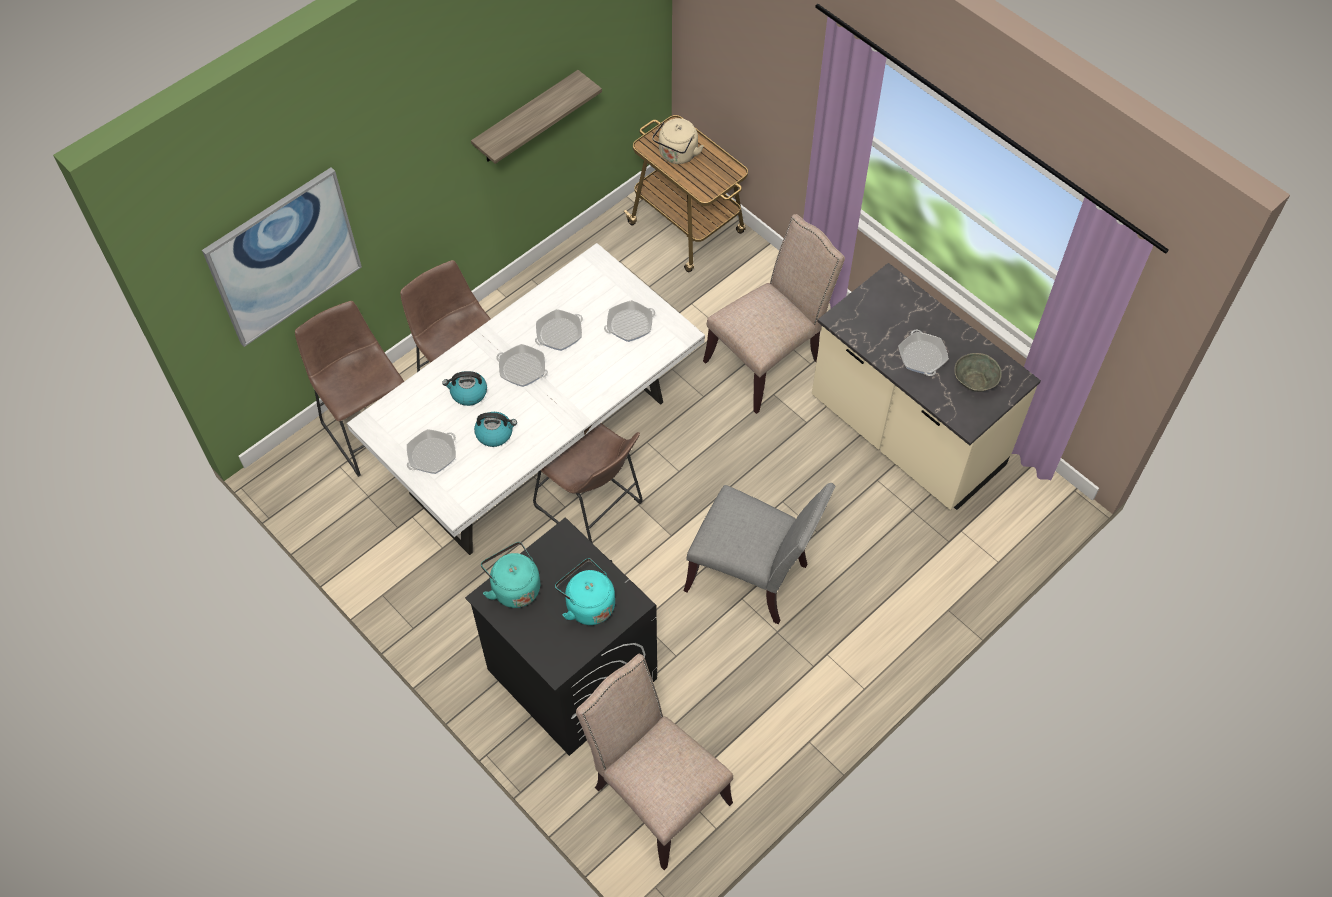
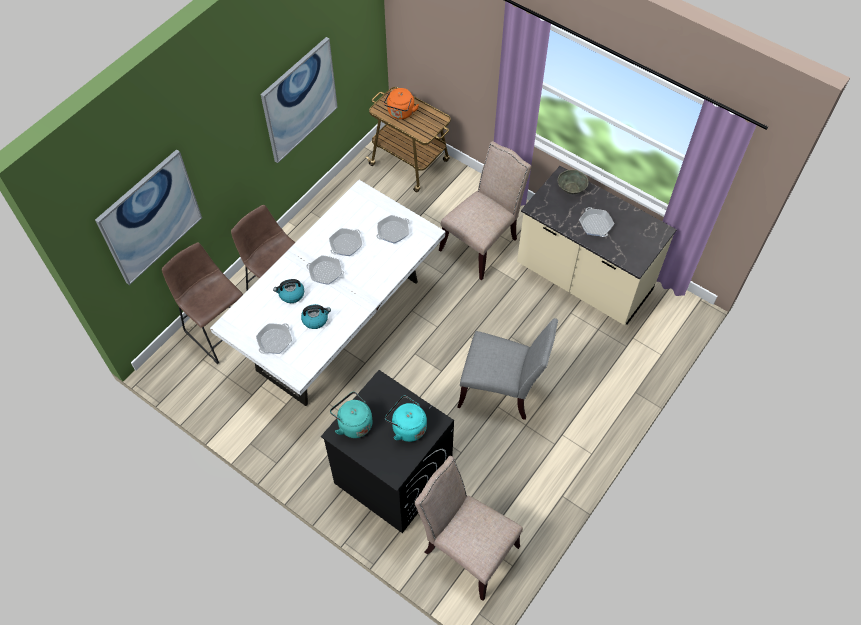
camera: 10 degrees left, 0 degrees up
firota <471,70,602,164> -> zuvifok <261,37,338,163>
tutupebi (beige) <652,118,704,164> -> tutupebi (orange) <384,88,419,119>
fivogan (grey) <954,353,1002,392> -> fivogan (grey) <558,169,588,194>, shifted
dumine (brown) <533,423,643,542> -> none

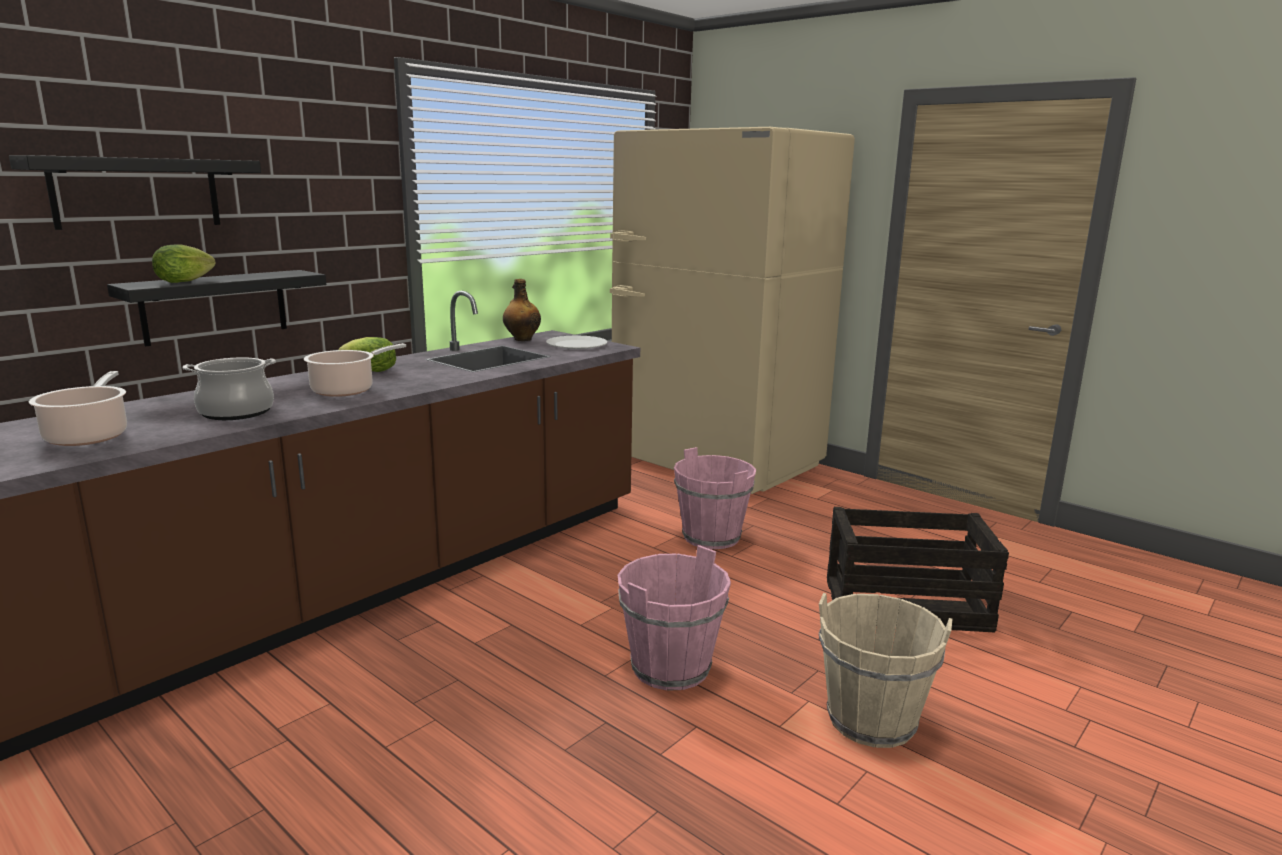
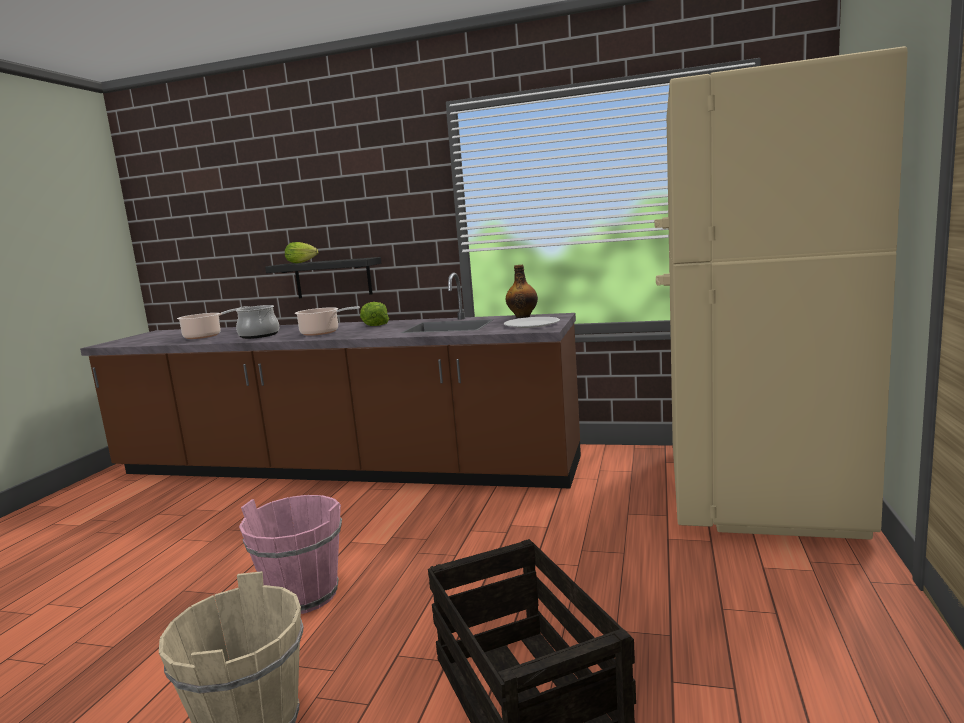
camera: 65 degrees right, 5 degrees down
firota (black) <9,155,261,230> -> none
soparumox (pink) <674,447,756,549> -> none

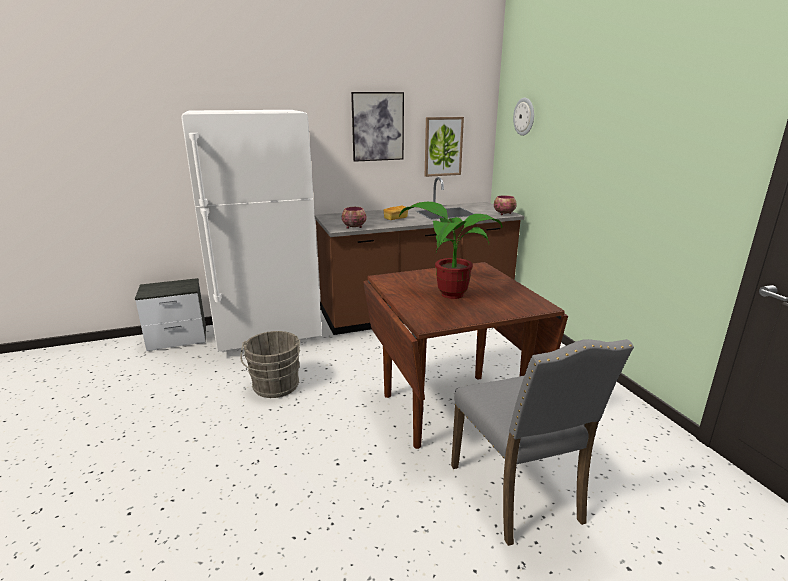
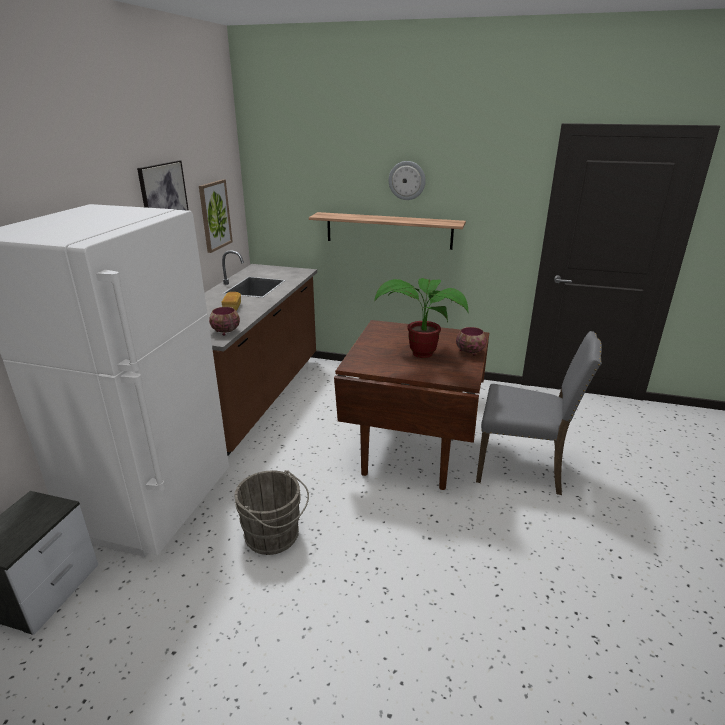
camera: 55 degrees left, 5 degrees up
none -> firota <309,212,466,250>
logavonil <513,98,534,136> -> logavonil <389,161,426,200>, shifted
fivogan <494,195,517,215> -> fivogan <456,327,487,356>, shifted

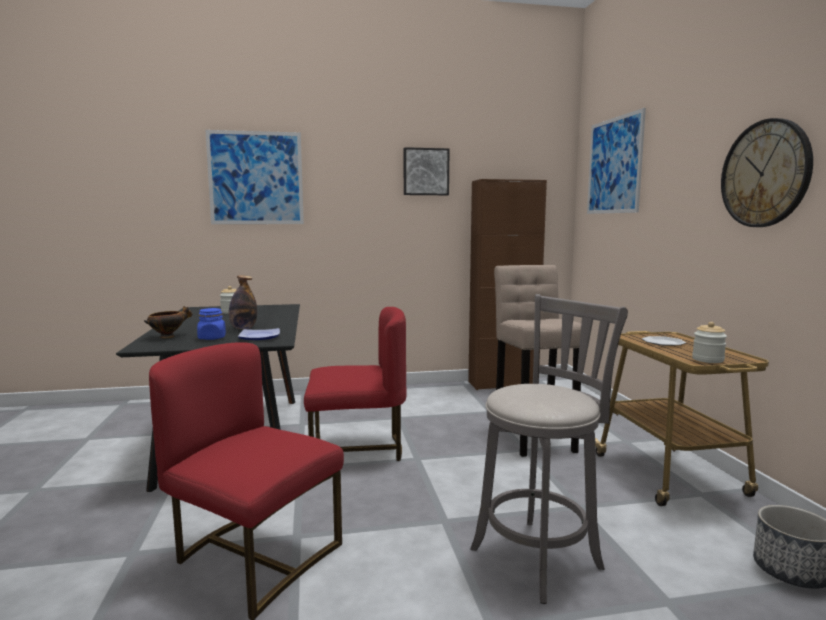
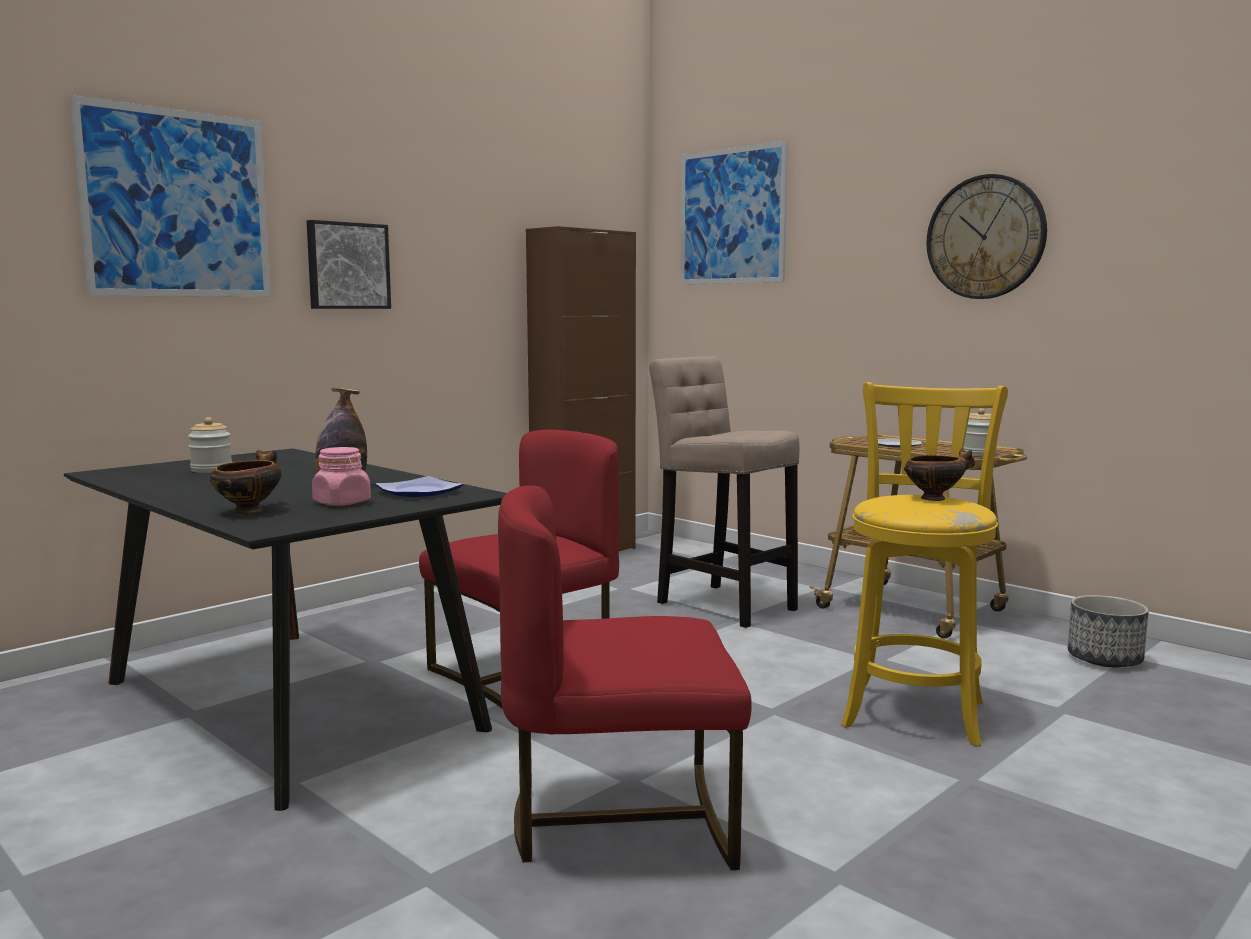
camera: 35 degrees left, 0 degrees up
zuvifok <404,147,449,195> -> zuvifok <307,220,391,309>, shifted
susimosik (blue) <197,308,226,340> -> susimosik (pink) <312,447,371,506>
dumine (grey) <470,294,628,604> -> dumine (yellow) <841,382,1008,747>
none -> fivogan <904,448,975,501>

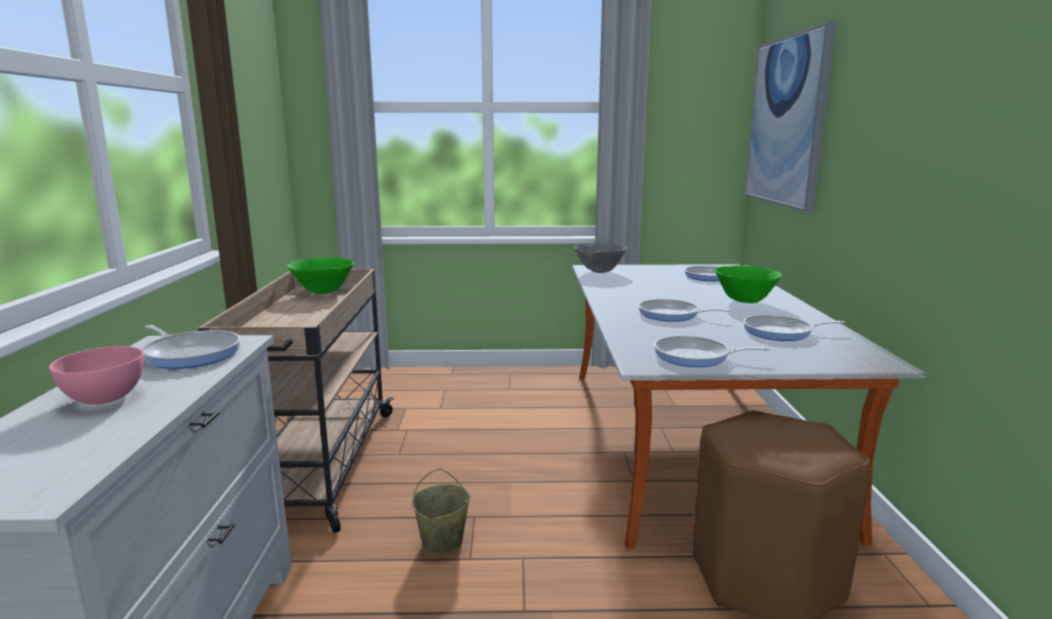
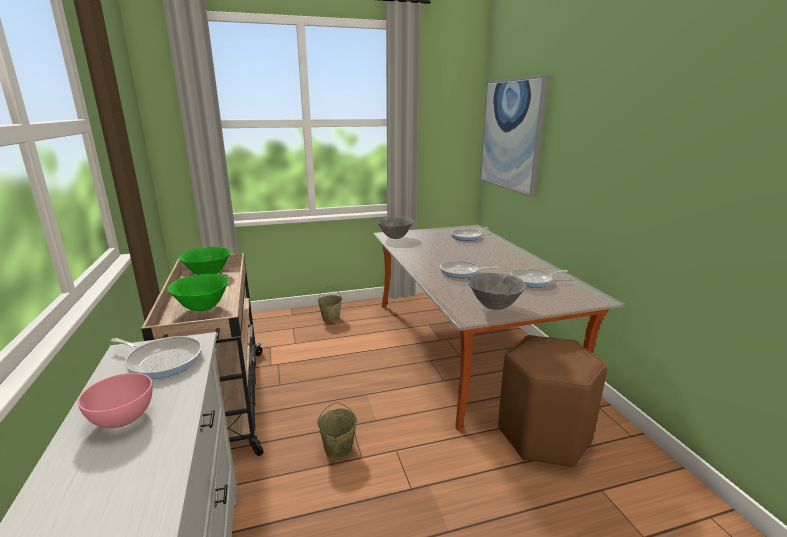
camera: 15 degrees left, 5 degrees up
fivogan (green) <714,266,782,303> -> fivogan (green) <167,274,229,311>, shifted
none -> soparumox (beige) <318,286,342,323>
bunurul <654,336,769,367> -> fivogan (grey) <468,273,526,310>

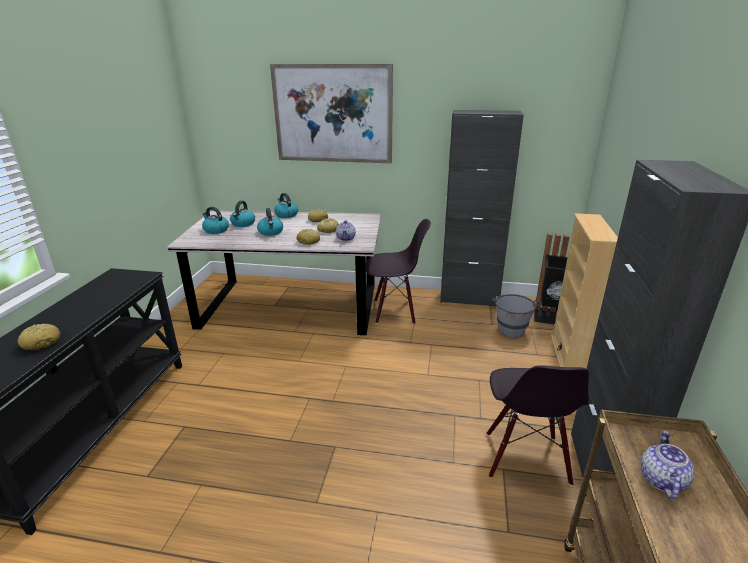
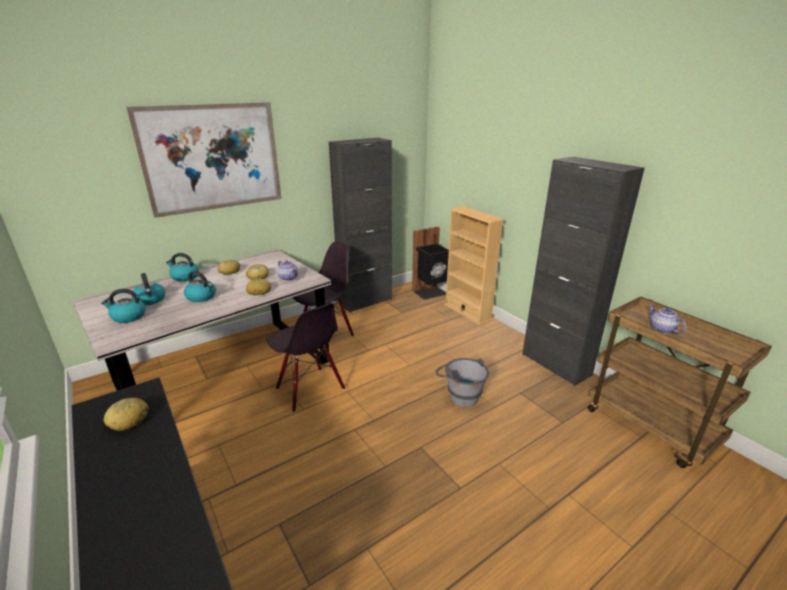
camera: 45 degrees left, 0 degrees up
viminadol <18,324,60,350> -> viminadol <103,398,149,431>, shifted
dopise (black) <486,366,589,486> -> dopise (black) <266,303,345,413>, shifted
soparumox (grey) <492,294,537,338> -> soparumox (grey) <435,358,489,408>, shifted

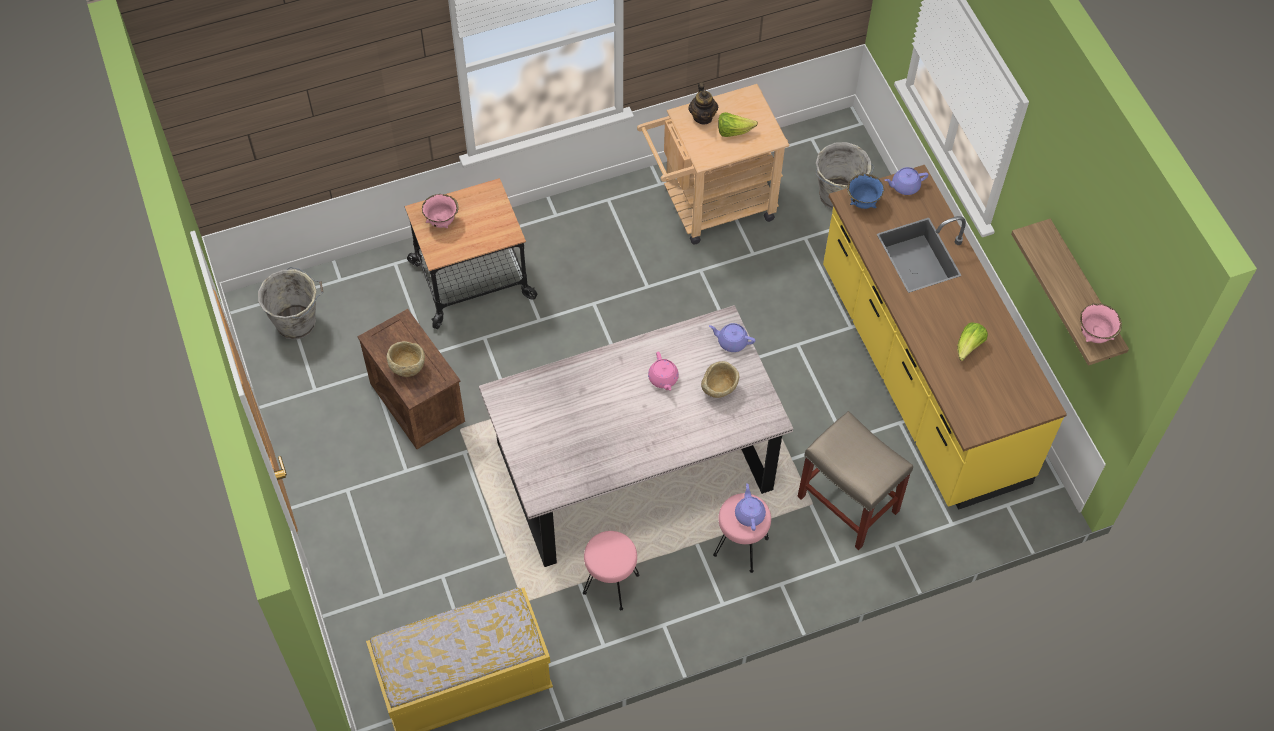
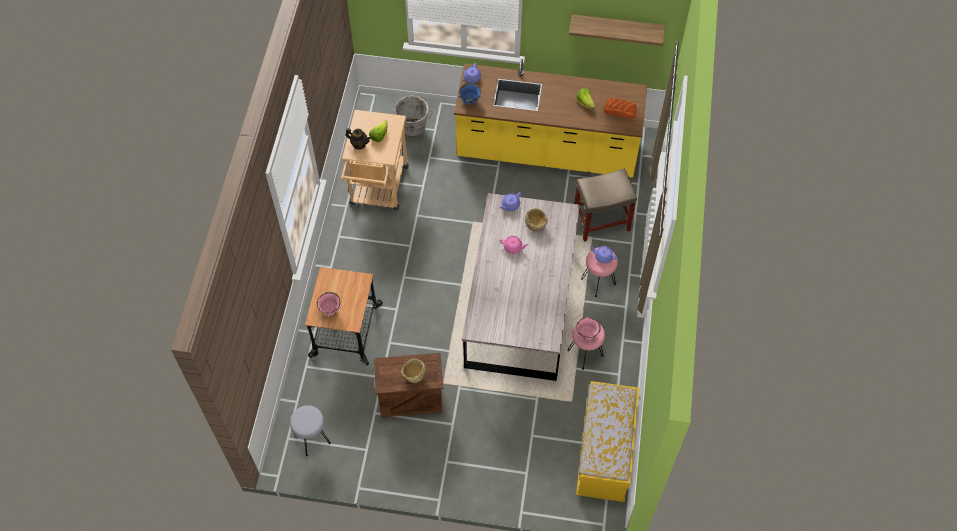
camera: 60 degrees left, 0 degrees up
soparumox (grey) <258,267,323,340> -> dumine (grey) <290,405,331,456>
fivogan (pink) <1080,303,1122,343> -> fivogan (pink) <576,317,601,341>, shifted
none -> viminadol <604,98,637,119>

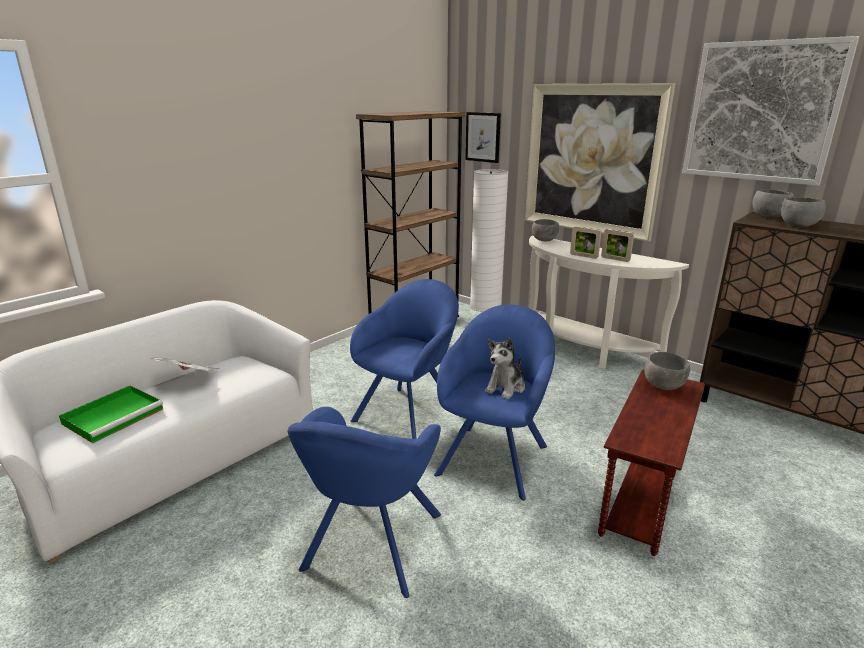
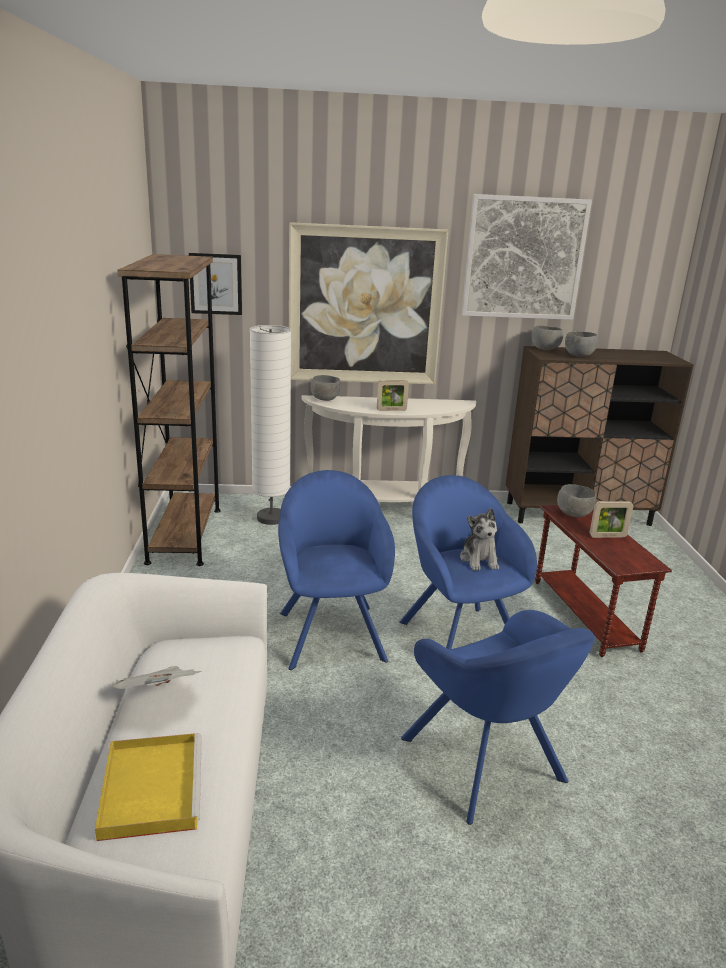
camera: 45 degrees left, 0 degrees up
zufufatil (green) <59,386,163,443> -> zufufatil (yellow) <95,733,202,841>
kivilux <601,229,634,262> -> kivilux <589,501,633,538>, shifted

